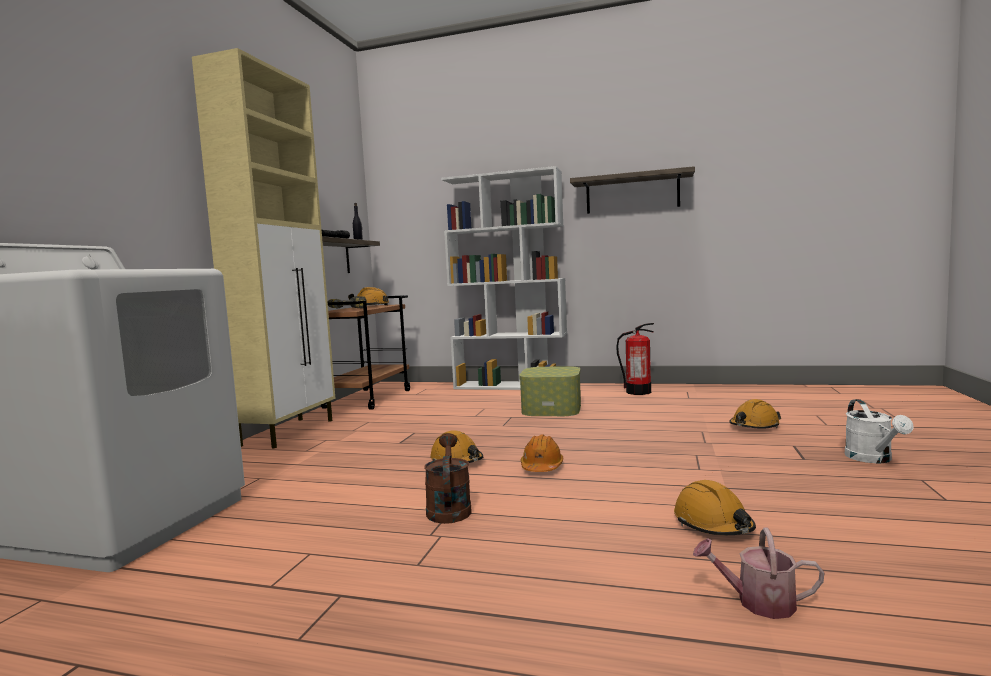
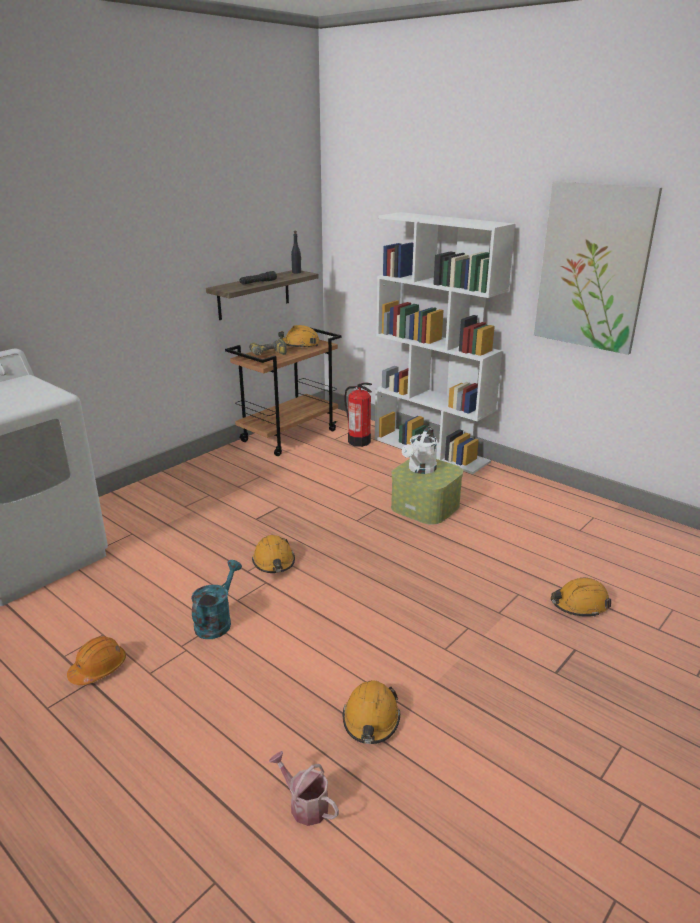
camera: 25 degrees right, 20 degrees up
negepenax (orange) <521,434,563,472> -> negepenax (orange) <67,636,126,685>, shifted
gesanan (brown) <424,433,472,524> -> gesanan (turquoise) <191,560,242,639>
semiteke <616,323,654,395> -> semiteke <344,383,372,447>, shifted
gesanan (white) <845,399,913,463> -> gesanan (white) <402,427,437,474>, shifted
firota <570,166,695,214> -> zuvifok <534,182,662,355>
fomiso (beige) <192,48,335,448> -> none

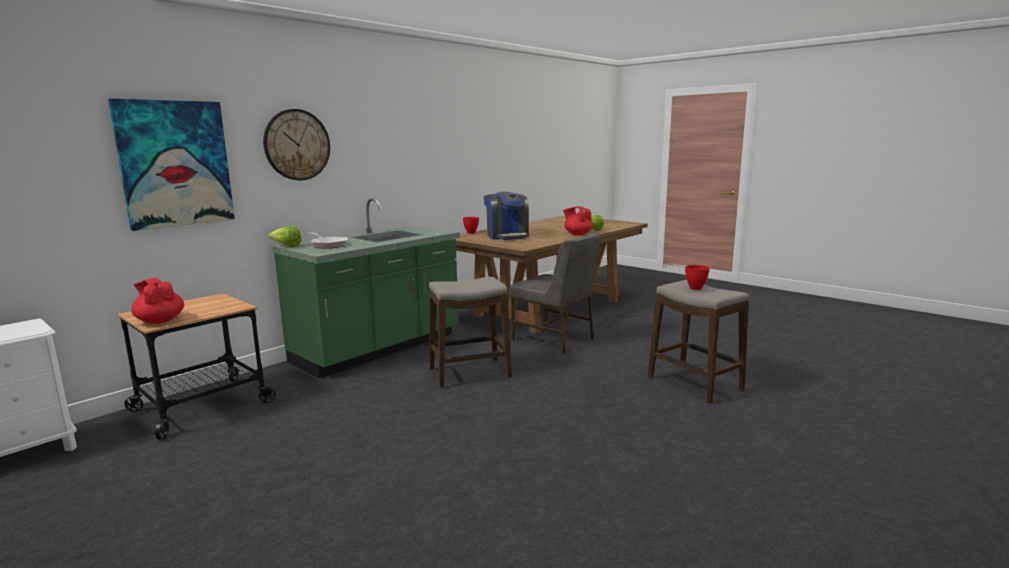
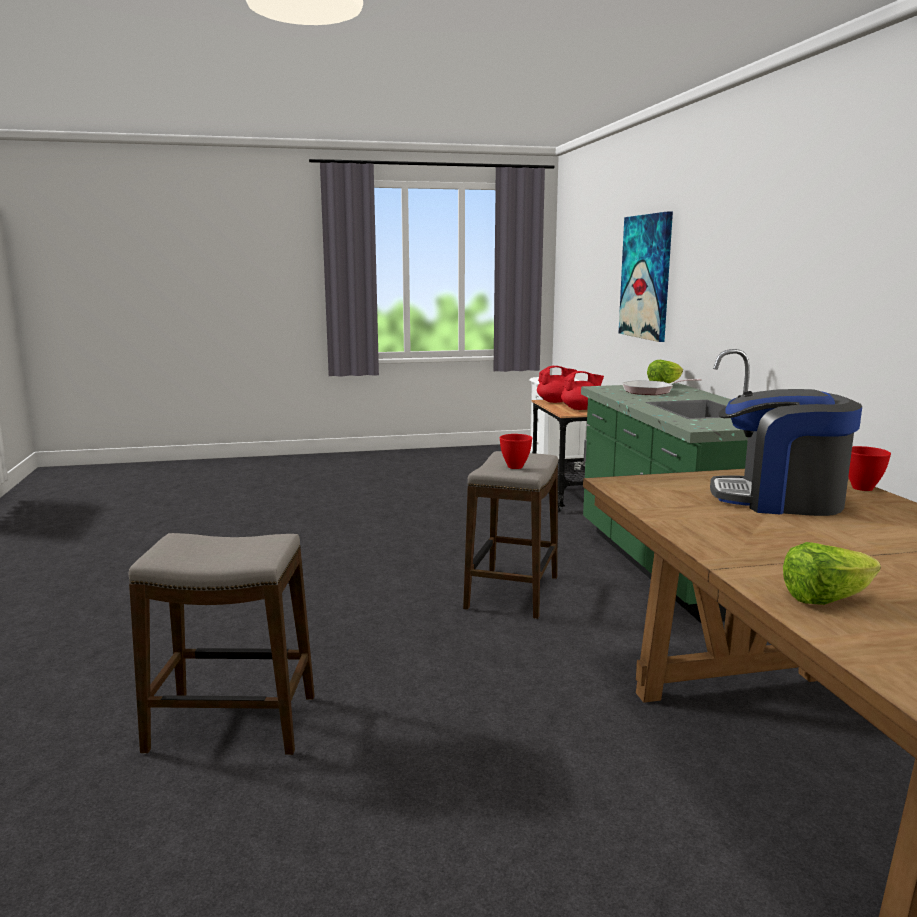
camera: 125 degrees right, 0 degrees up
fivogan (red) <685,265,710,290> -> fivogan (red) <500,434,532,469>, shifted
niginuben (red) <563,206,593,235> -> niginuben (red) <561,371,604,410>, shifted
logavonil <263,109,330,180> -> none
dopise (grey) <509,232,599,353> -> none

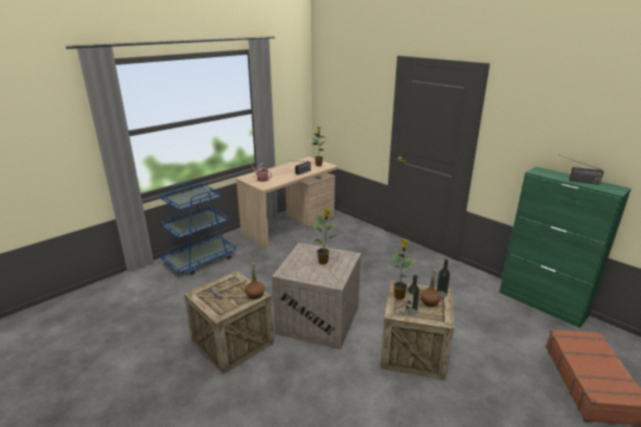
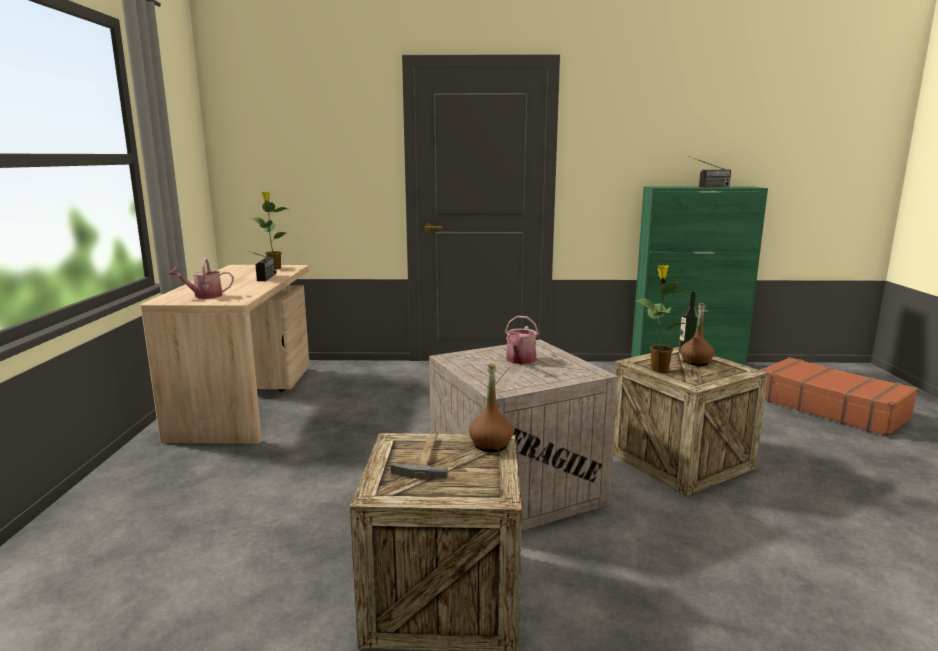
camera: 45 degrees left, 10 degrees down
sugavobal <310,208,341,264> -> gesanan <505,316,539,364>
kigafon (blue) <161,182,236,275> -> none
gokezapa <405,275,420,315> -> none

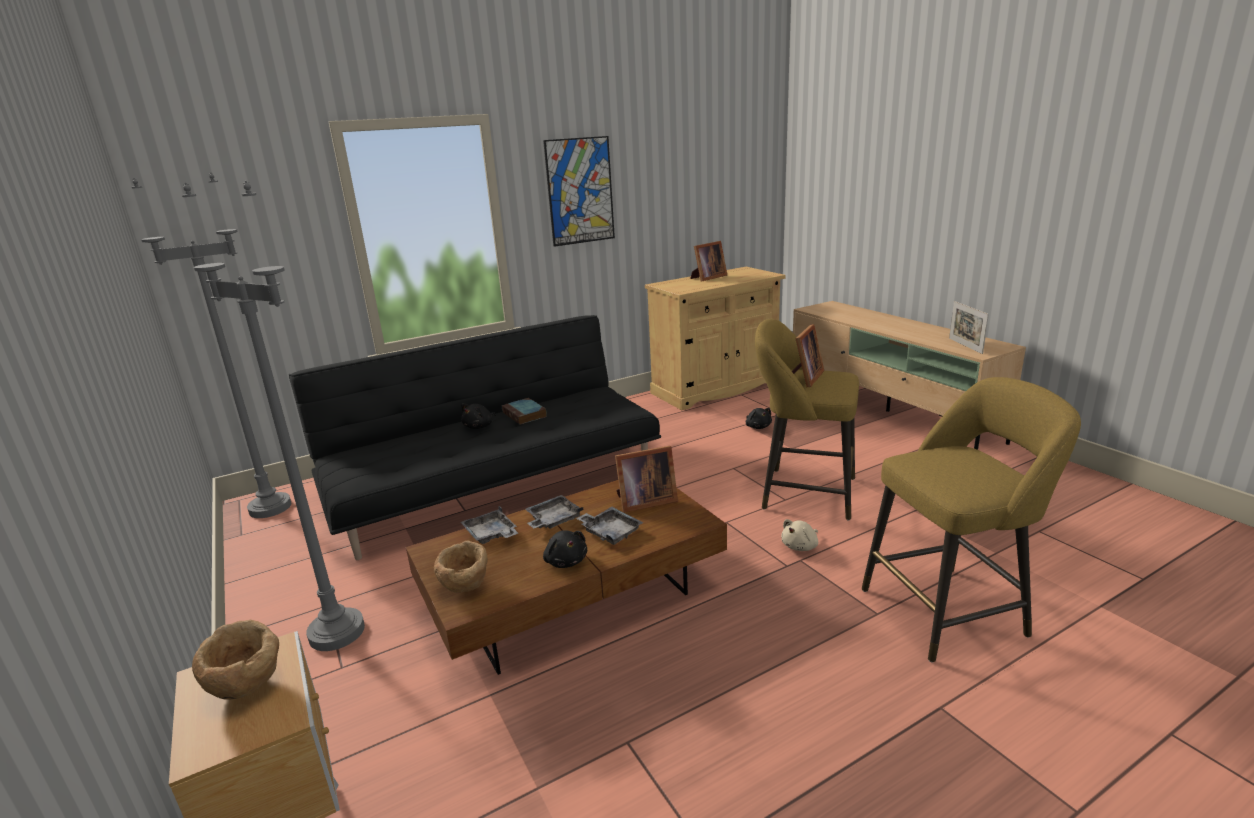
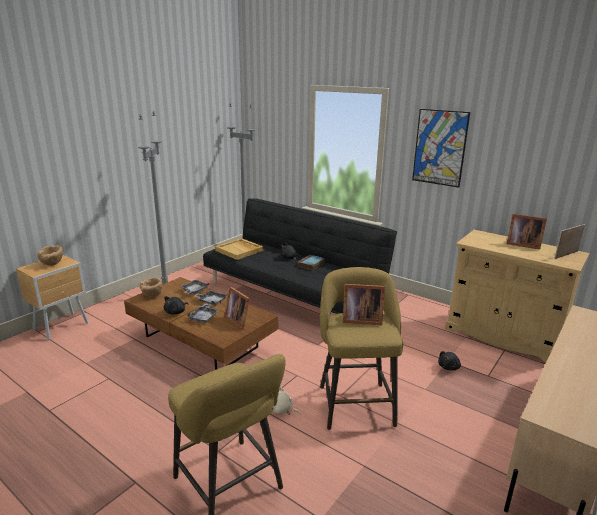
camera: 65 degrees right, 0 degrees up
none -> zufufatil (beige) <215,238,263,260>
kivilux <949,301,989,354> -> kivilux <554,224,585,259>, shifted

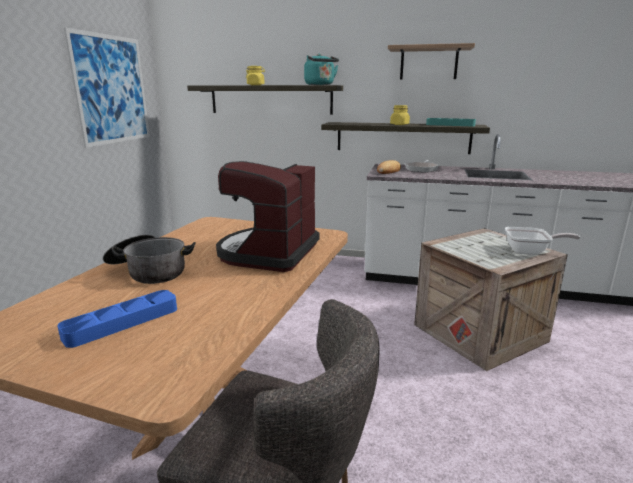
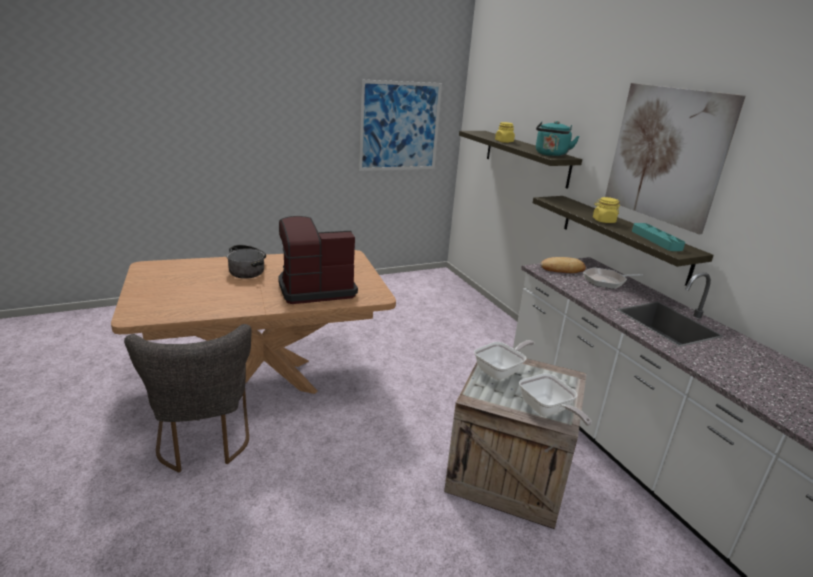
camera: 50 degrees right, 5 degrees up
none -> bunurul <474,340,535,380>
firota <388,43,475,80> -> zuvifok <605,83,745,234>
zufufatil (blue) <57,290,177,348> -> none

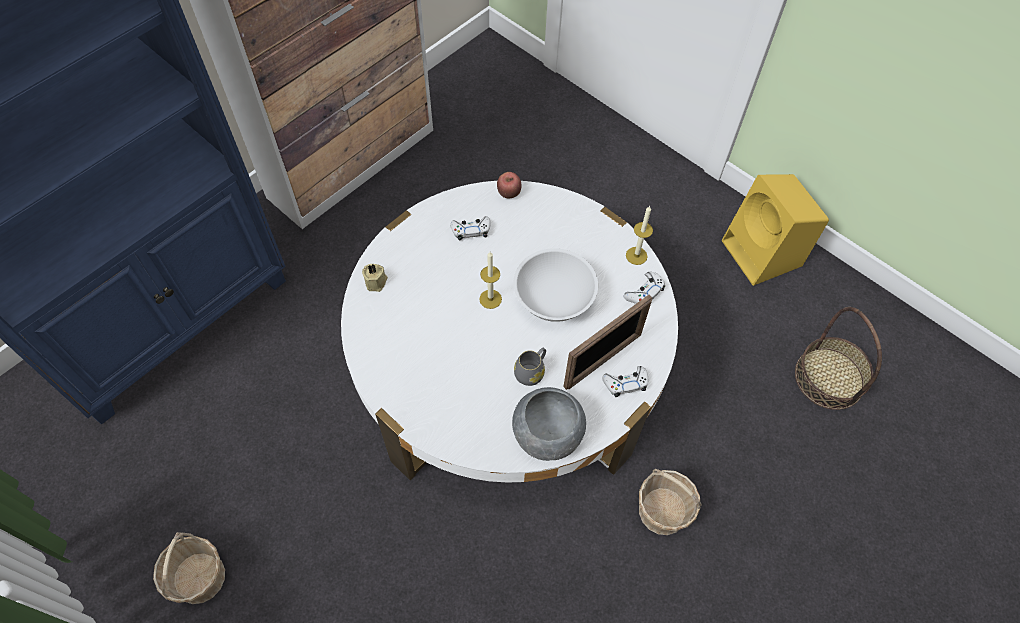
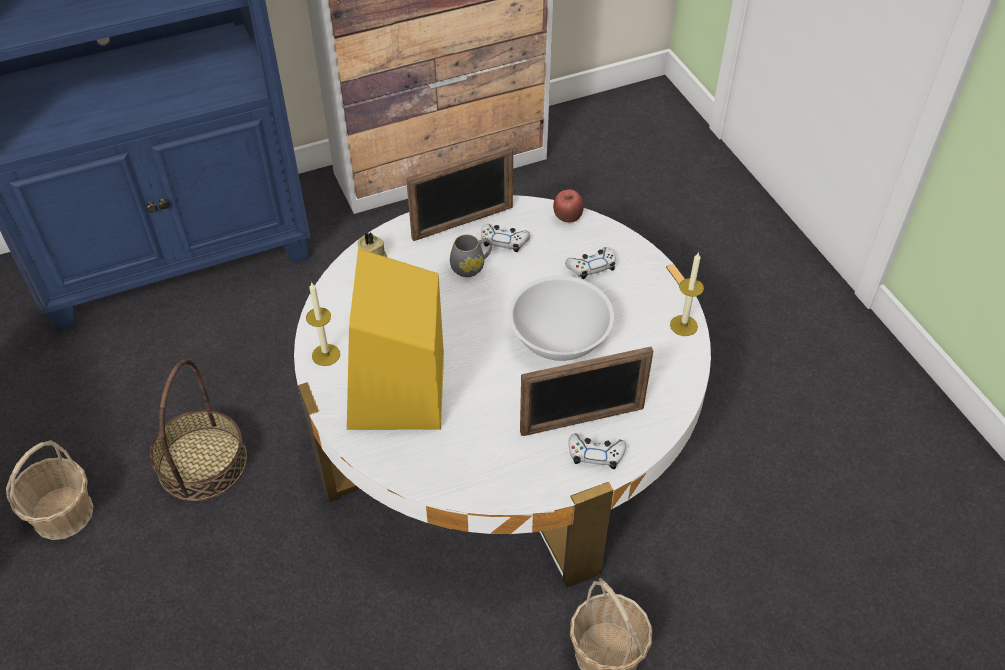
camera: 25 degrees right, 10 degrees down
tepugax <795,307,882,410> -> tepugax <150,359,247,501>, shifted
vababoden <479,252,502,309> -> vababoden <306,282,340,366>, shifted
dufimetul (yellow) <722,174,829,286> -> dufimetul (yellow) <347,249,444,430>, shifted
none -> kivilux <406,145,513,241>
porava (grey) <514,348,546,386> -> porava (grey) <450,234,492,277>, shifted
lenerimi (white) <624,272,665,304> -> lenerimi (white) <565,247,616,279>, shifted
fivogan (grey) <512,387,586,461> -> none

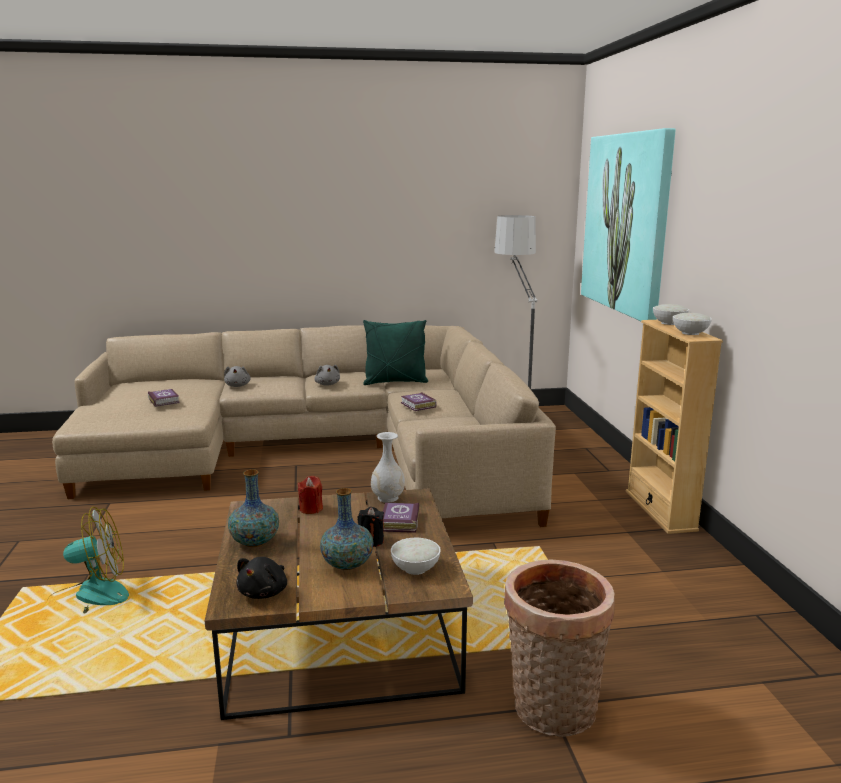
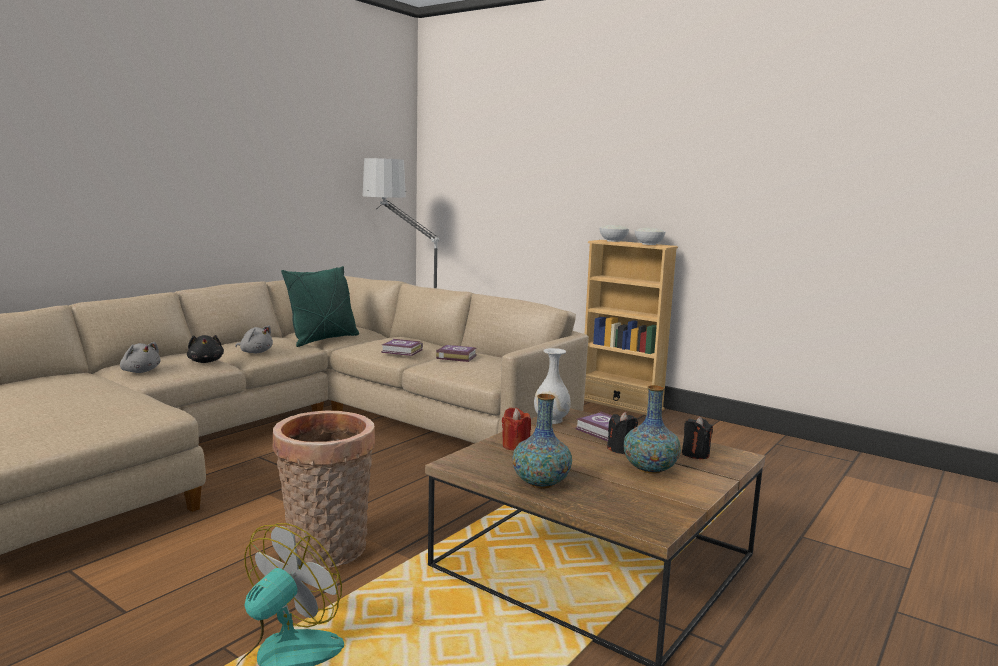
camera: 45 degrees left, 5 degrees down
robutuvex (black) <236,557,287,599> -> robutuvex (black) <187,335,224,363>, shifted
tepugax <504,559,615,737> -> tepugax <273,411,375,568>, shifted
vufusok <148,389,180,407> -> vufusok <436,345,477,362>, shifted
fivogan (white) <391,538,441,575> -> vababoden (black) <682,417,713,459>
zuvifok <581,128,676,321> -> none

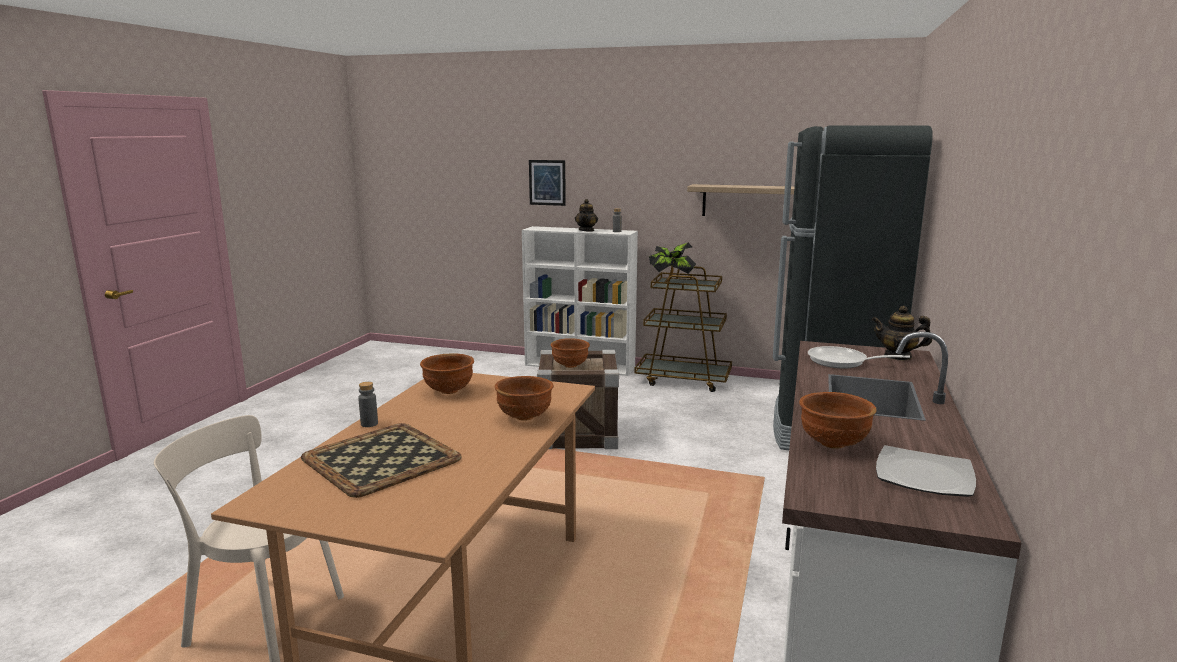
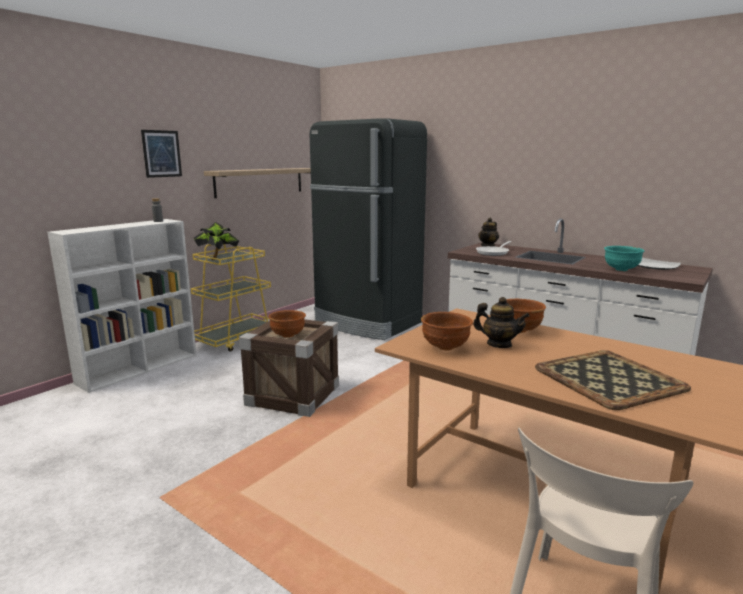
camera: 70 degrees left, 0 degrees up
zuvifok <529,160,566,206> -> zuvifok <141,130,182,178>, shifted
kigafon (brown) <634,267,732,392> -> kigafon (yellow) <191,244,271,352>
niginuben <575,199,598,231> -> niginuben <473,297,530,348>, shifted
fivogan (brown) <799,392,877,449> -> fivogan (turquoise) <604,246,645,271>
gokezapa (grey) <358,382,378,427> -> none

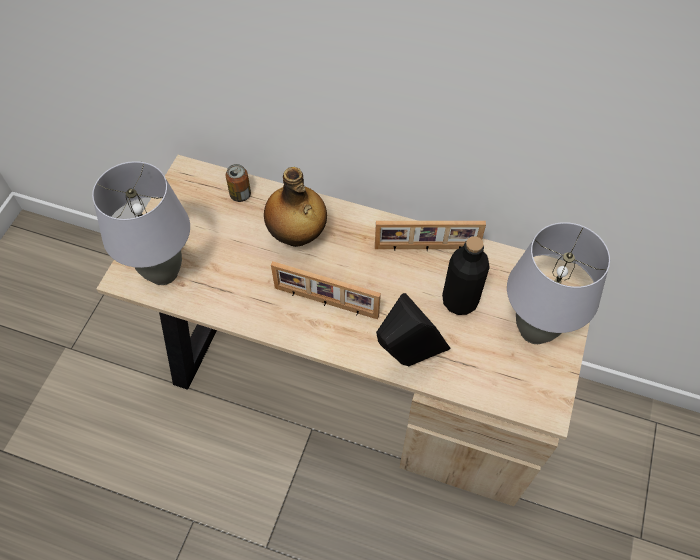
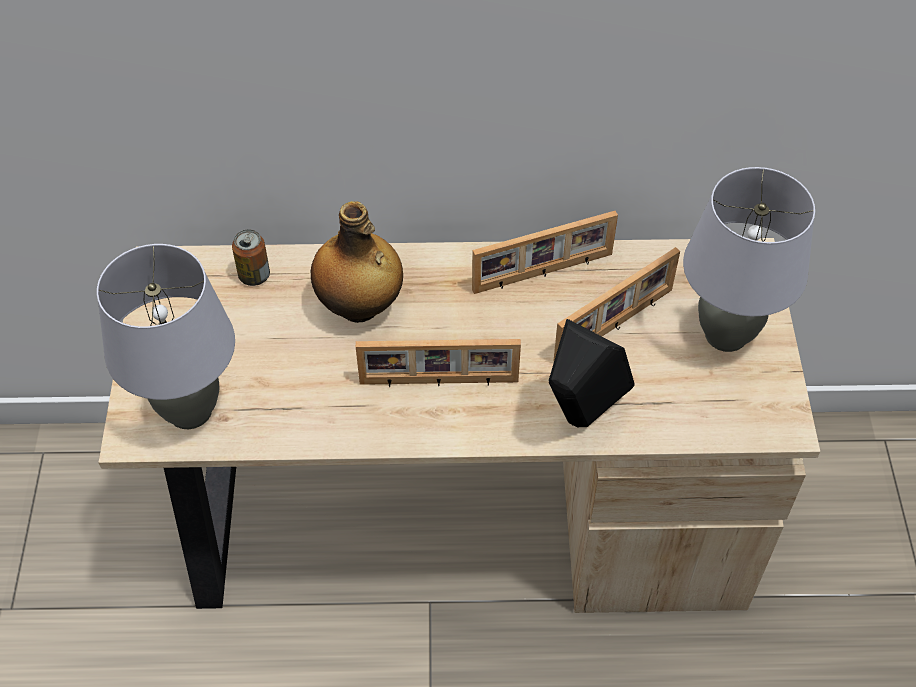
camera: 20 degrees left, 5 degrees down
gokezapa (black) <442,236,490,315> -> kivilux <553,247,680,362>

